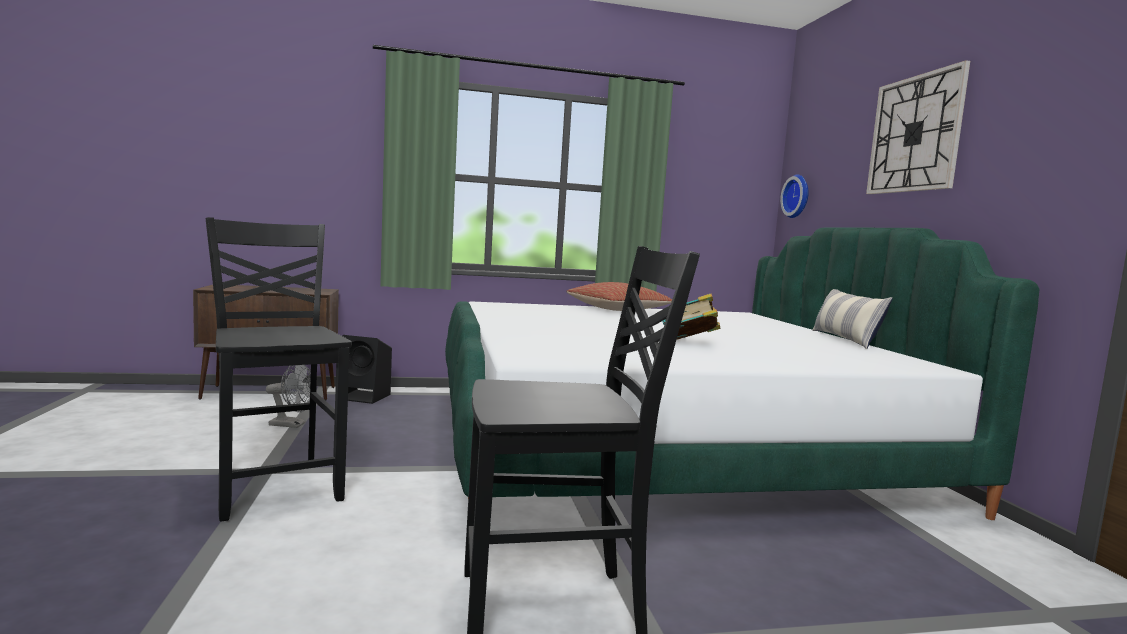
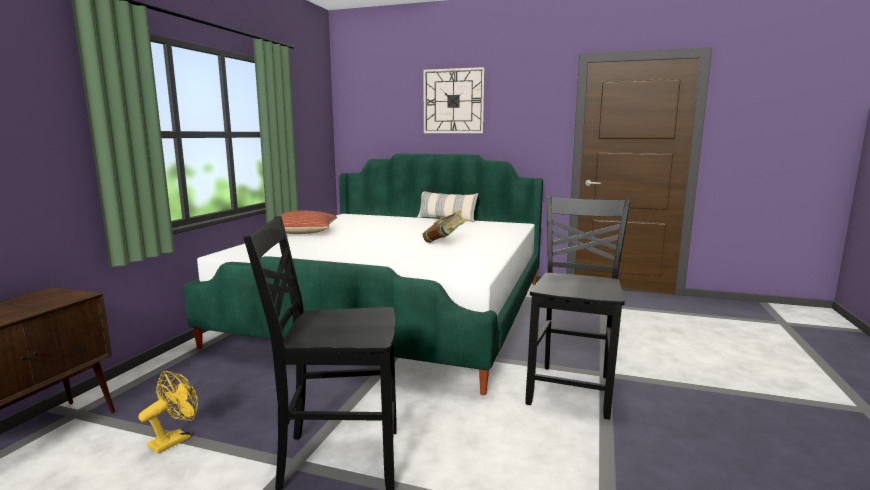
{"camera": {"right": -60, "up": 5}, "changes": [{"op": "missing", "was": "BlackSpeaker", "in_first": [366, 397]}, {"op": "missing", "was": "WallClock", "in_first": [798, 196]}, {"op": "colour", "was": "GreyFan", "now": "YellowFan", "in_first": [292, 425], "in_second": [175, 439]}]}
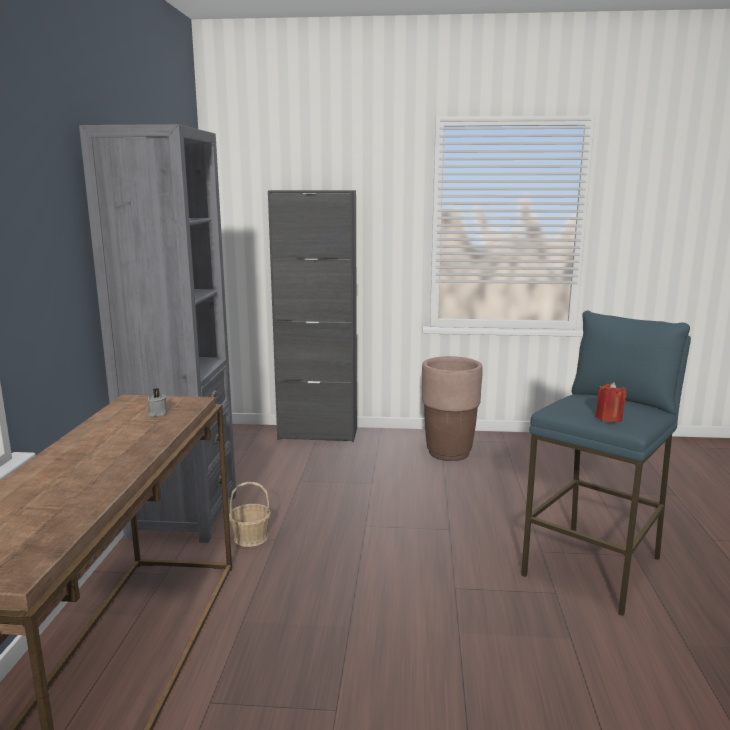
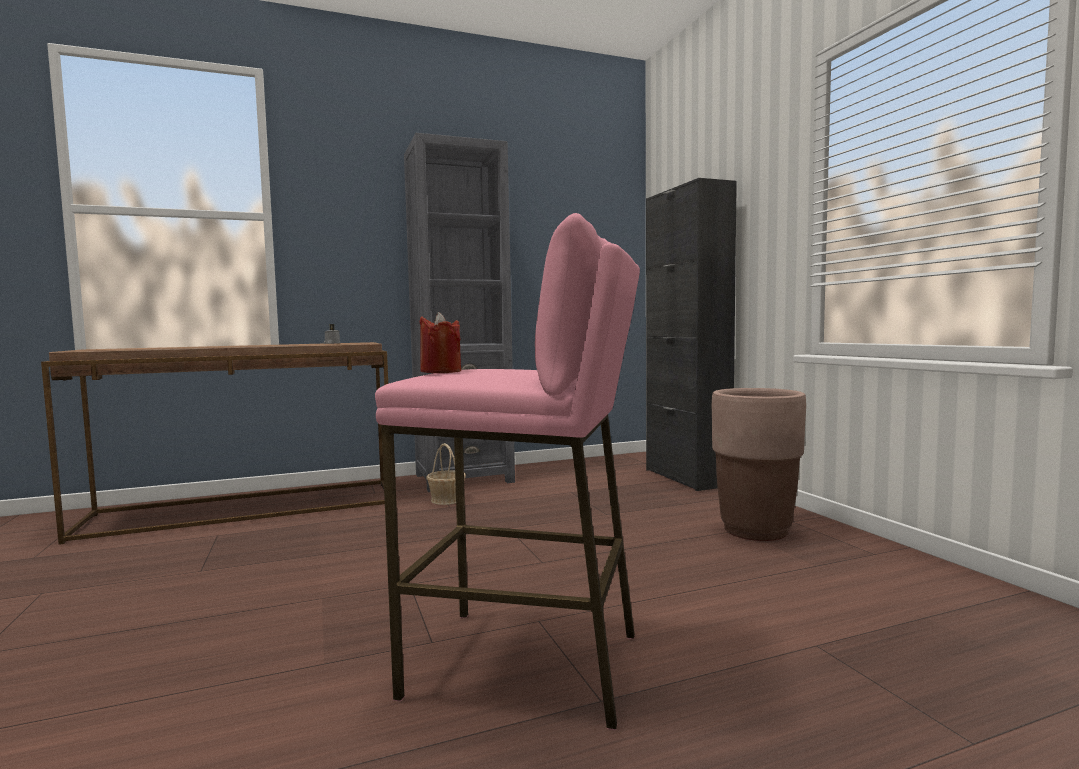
{"camera": {"right": 65, "up": -10}, "changes": [{"op": "colour", "was": "BlueStool", "now": "PinkStool", "in_first": [594, 567], "in_second": [526, 665]}]}
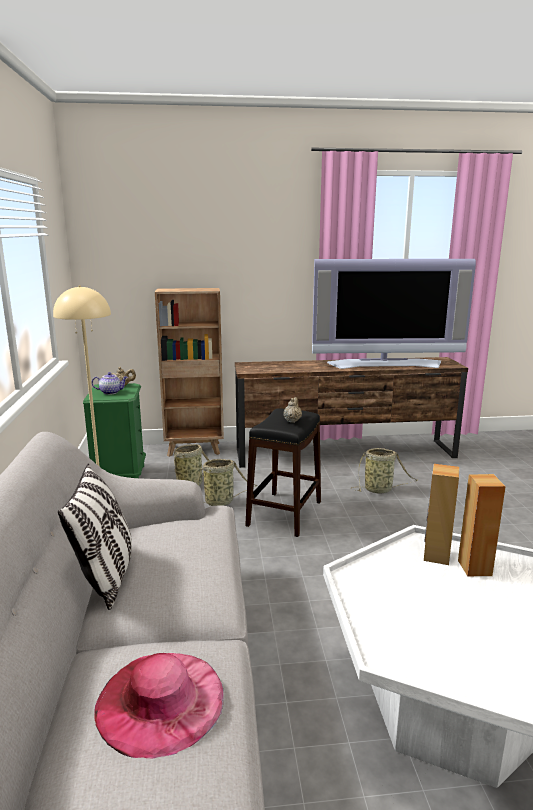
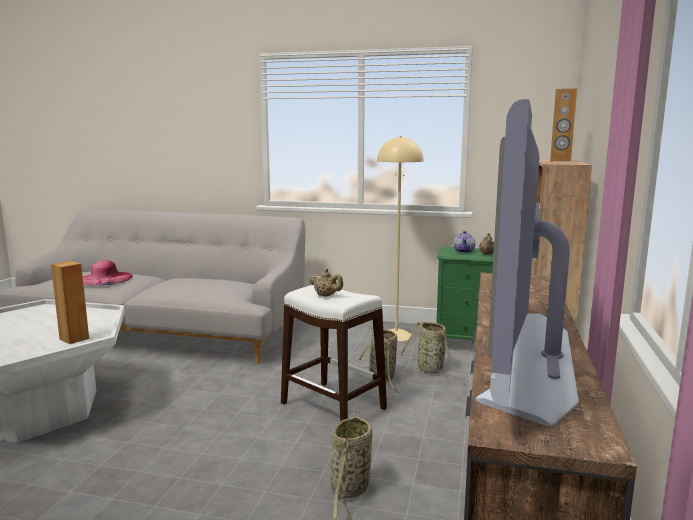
{"camera": {"right": 110, "up": -5}, "changes": [{"op": "missing", "was": "Pillow", "in_first": [106, 576]}, {"op": "relocated", "was": "BrownSpeaker", "in_first": [475, 568], "in_second": [560, 161]}, {"op": "colour", "was": "BlackStool", "now": "WhiteStool", "in_first": [284, 513], "in_second": [333, 405]}]}
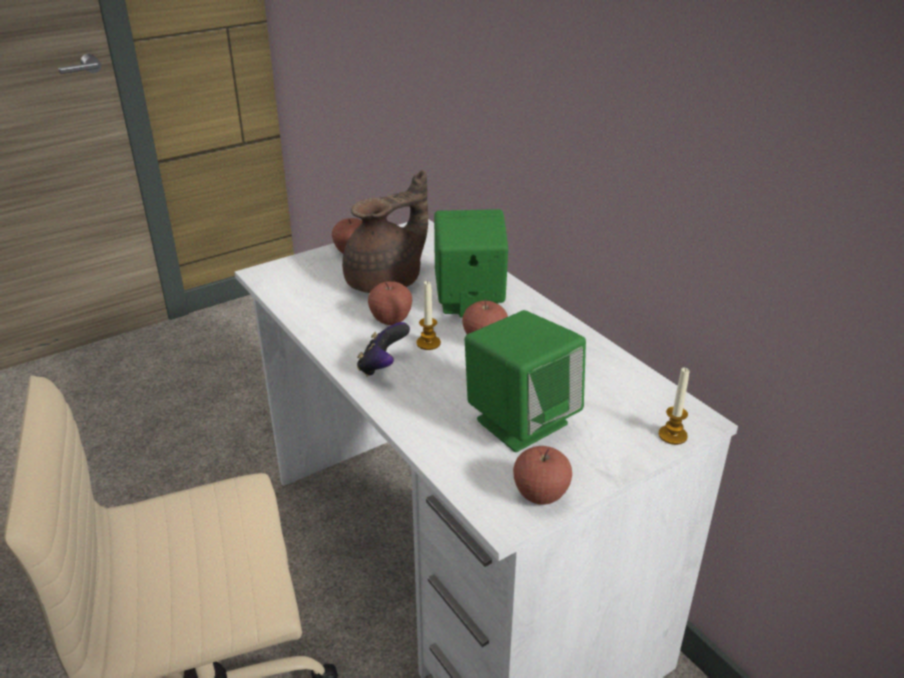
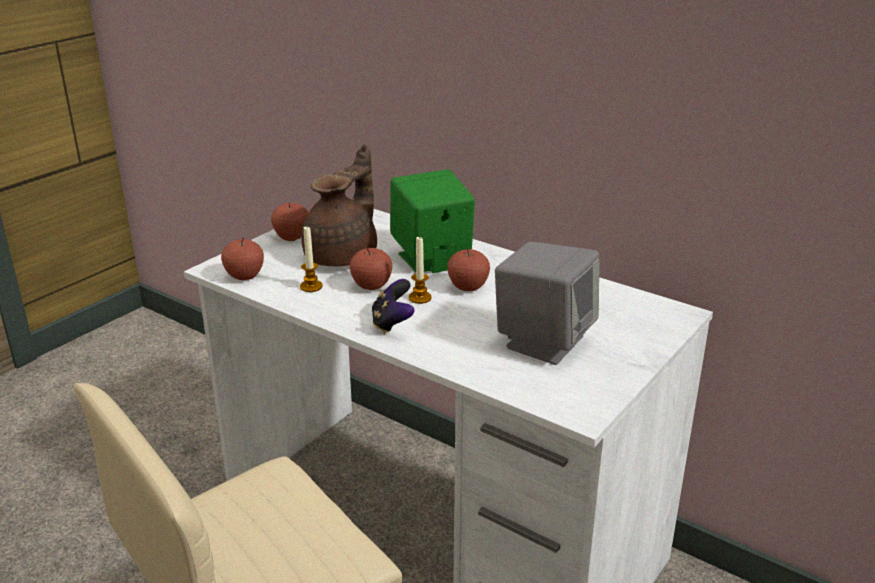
{"camera": {"right": -20, "up": -5}, "changes": [{"op": "relocated", "was": "Apple", "in_first": [540, 495], "in_second": [244, 276]}, {"op": "relocated", "was": "Candle", "in_first": [672, 435], "in_second": [311, 286]}, {"op": "colour", "was": "GreenSpeaker", "now": "GreySpeaker", "in_first": [521, 421], "in_second": [544, 341]}]}
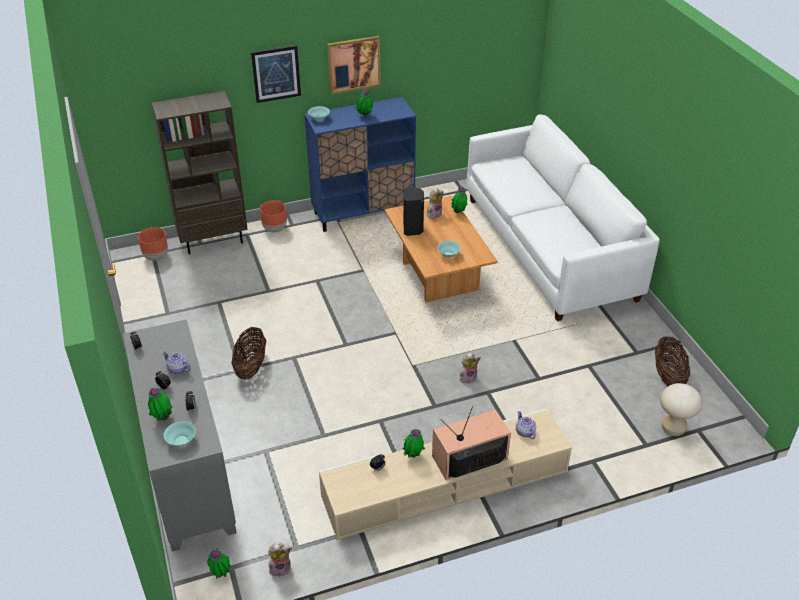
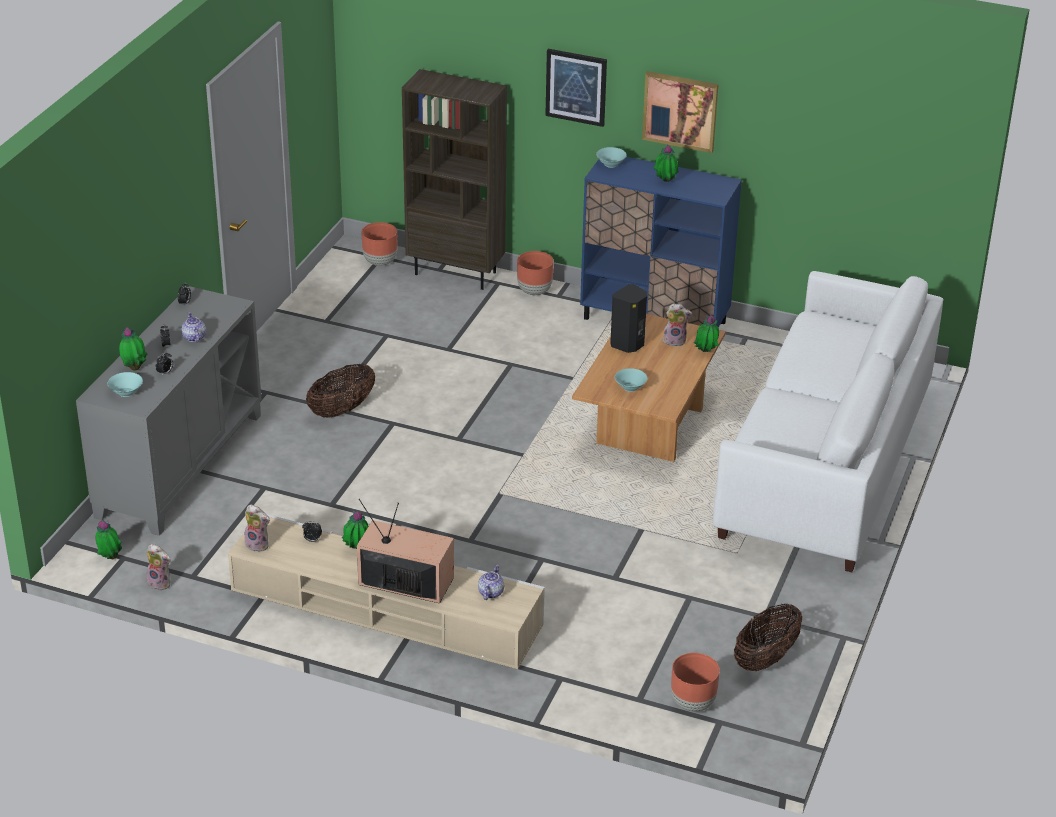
{"camera": {"right": 40, "up": -5}, "changes": [{"op": "relocated", "was": "PlushToy", "in_first": [468, 377], "in_second": [258, 544]}, {"op": "exchanged", "was": "BeigeStool", "now": "BrownPlanter", "in_first": [673, 428], "in_second": [693, 704]}]}
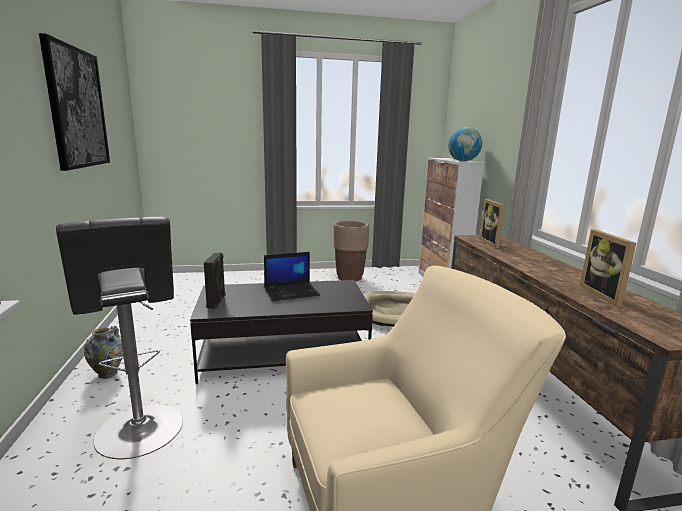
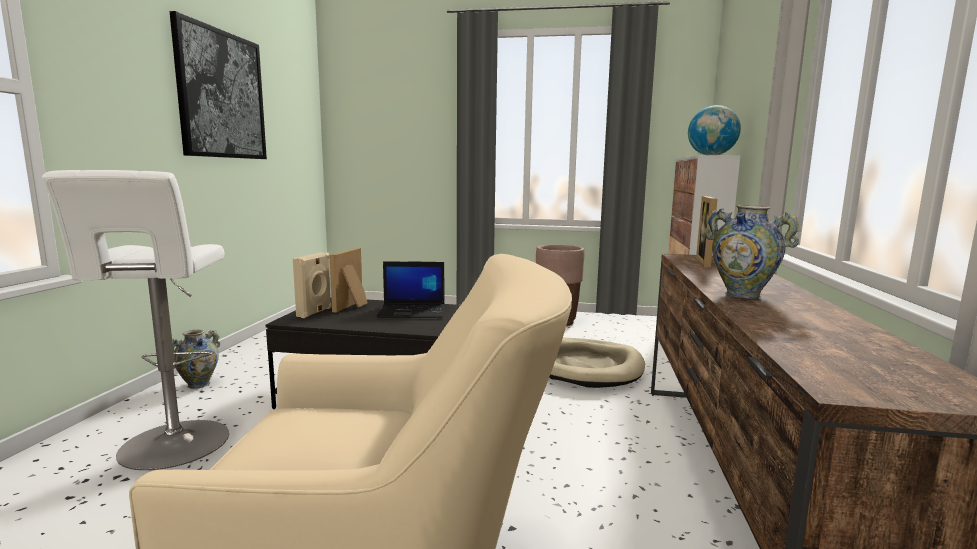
{"camera": {"right": 20, "up": -5}, "changes": [{"op": "appeared", "now": "Vase", "in_second": [742, 295]}, {"op": "relocated", "was": "PictureFrame", "in_first": [605, 295], "in_second": [353, 306]}, {"op": "colour", "was": "BlackStool", "now": "WhiteStool", "in_first": [141, 433], "in_second": [172, 447]}, {"op": "colour", "was": "BlackSpeaker", "now": "BeigeSpeaker", "in_first": [217, 302], "in_second": [315, 312]}]}
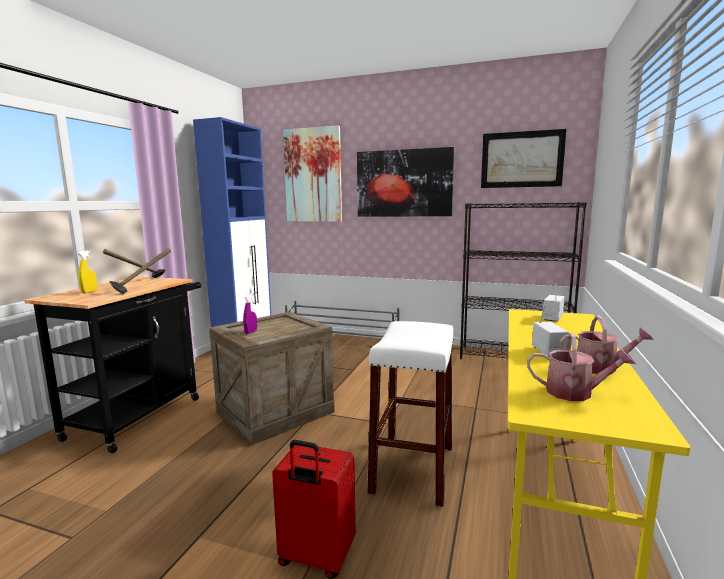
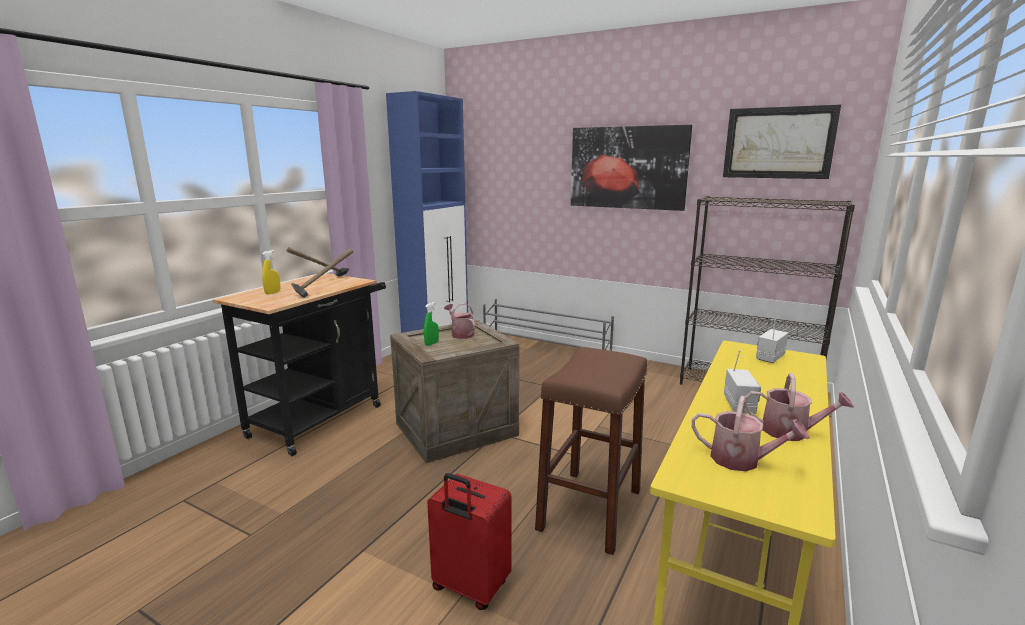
{"camera": {"right": 10, "up": 5}, "changes": [{"op": "missing", "was": "Picture", "in_first": [313, 175]}, {"op": "appeared", "now": "WateringCan", "in_second": [460, 334]}, {"op": "colour", "was": "PurpleSprayBottle", "now": "GreenSprayBottle", "in_first": [251, 332], "in_second": [431, 344]}, {"op": "colour", "was": "WhiteStool", "now": "BrownStool", "in_first": [413, 469], "in_second": [590, 509]}]}
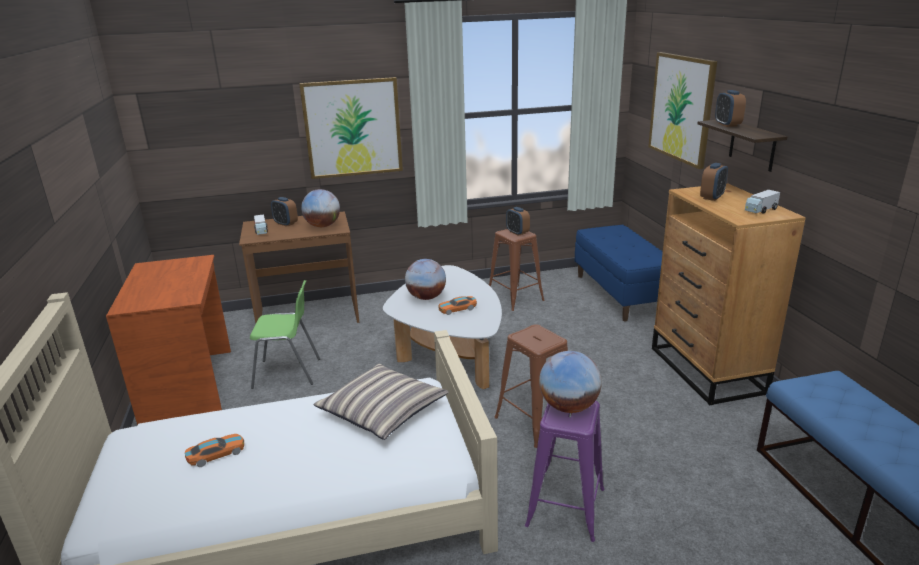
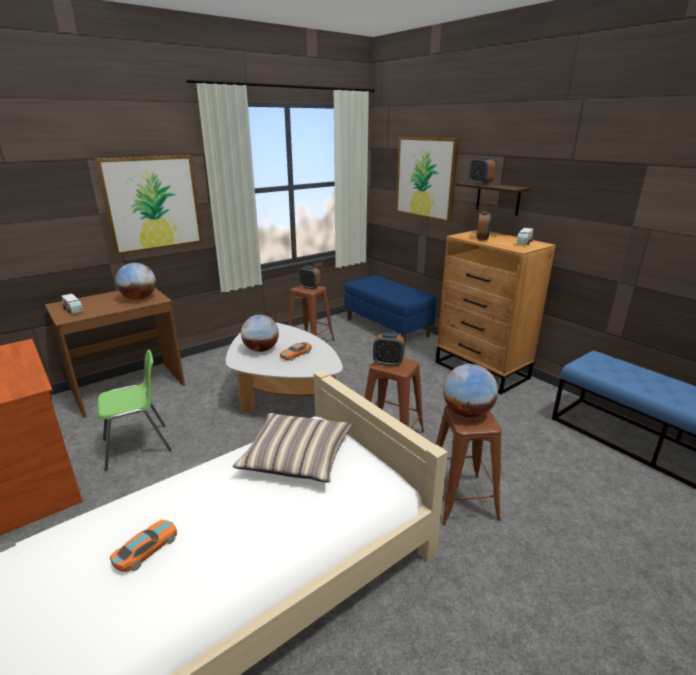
{"camera": {"right": -25, "up": 0}, "changes": [{"op": "relocated", "was": "AlarmClock", "in_first": [285, 224], "in_second": [388, 363]}, {"op": "colour", "was": "PurpleStool", "now": "BrownStool", "in_first": [566, 507], "in_second": [461, 499]}]}
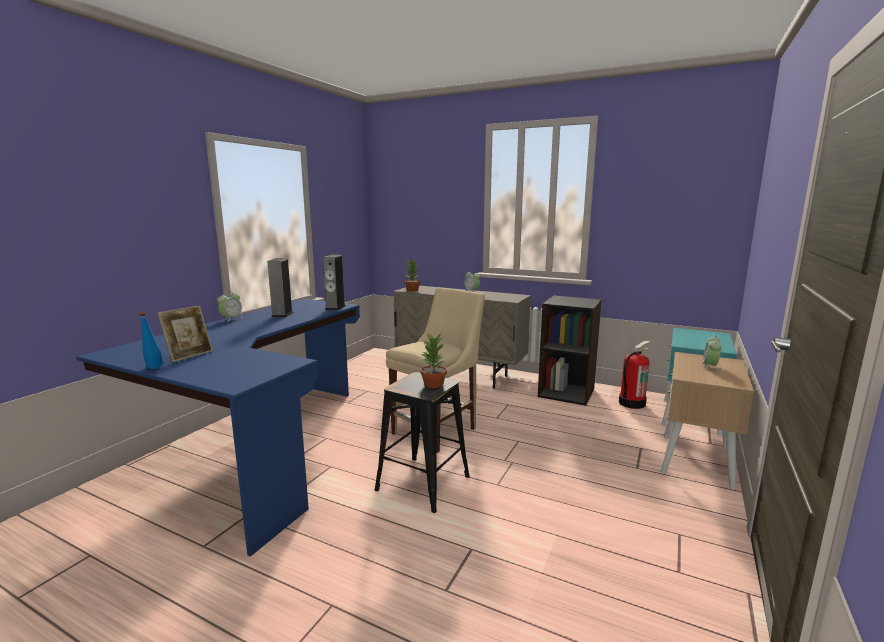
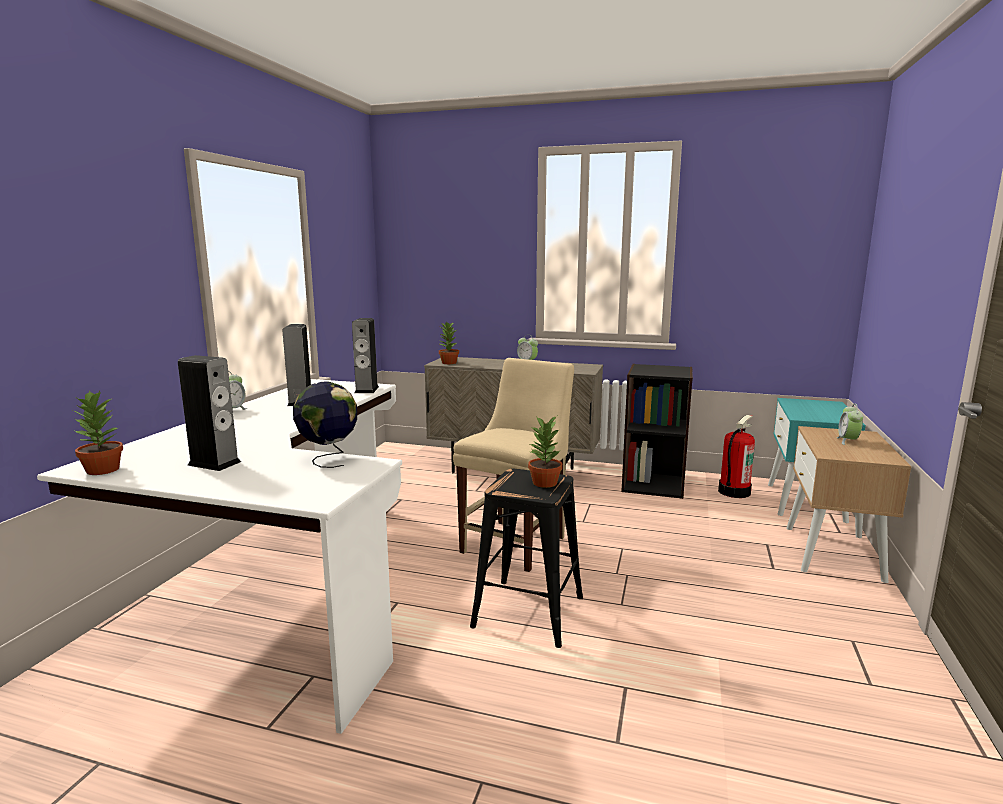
{"camera": {"right": -10, "up": 0}, "changes": [{"op": "missing", "was": "BlueBottle", "in_first": [153, 369]}, {"op": "appeared", "now": "PottedPlant", "in_second": [102, 470]}, {"op": "appeared", "now": "Globe", "in_second": [328, 459]}, {"op": "exchanged", "was": "PictureFrame", "now": "Speaker", "in_first": [189, 355], "in_second": [214, 463]}, {"op": "colour", "was": "BlueDesk", "now": "WhiteDesk", "in_first": [257, 449], "in_second": [284, 589]}]}
